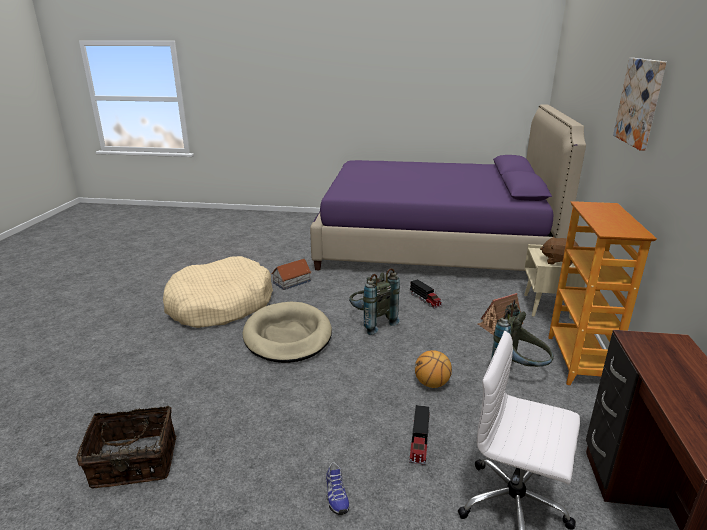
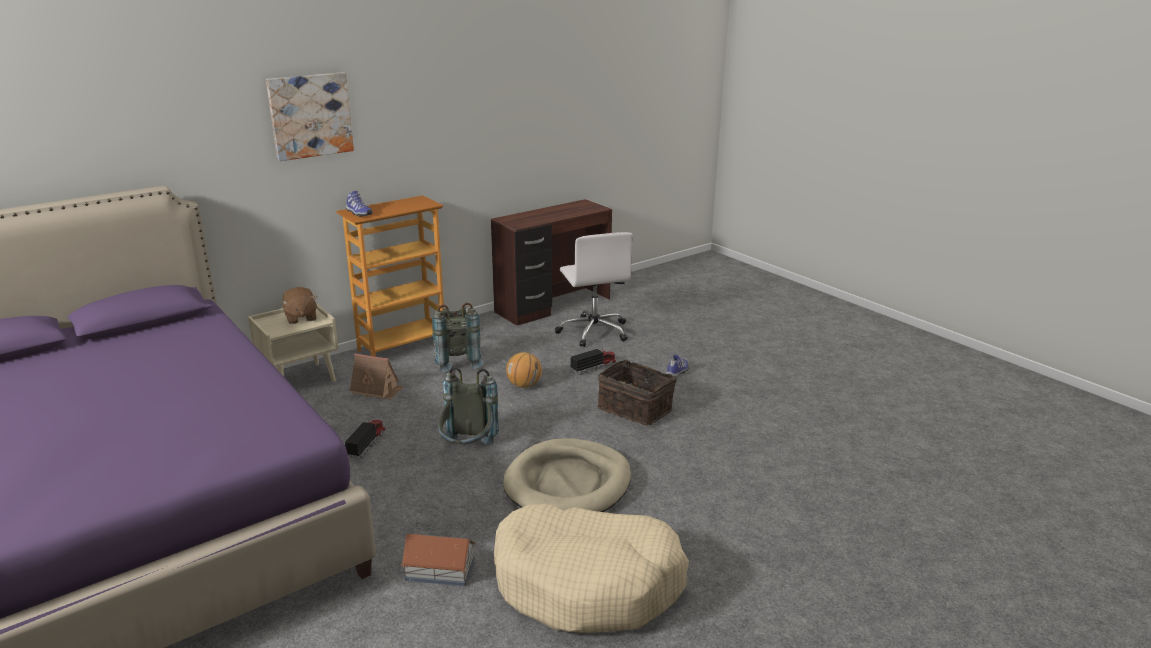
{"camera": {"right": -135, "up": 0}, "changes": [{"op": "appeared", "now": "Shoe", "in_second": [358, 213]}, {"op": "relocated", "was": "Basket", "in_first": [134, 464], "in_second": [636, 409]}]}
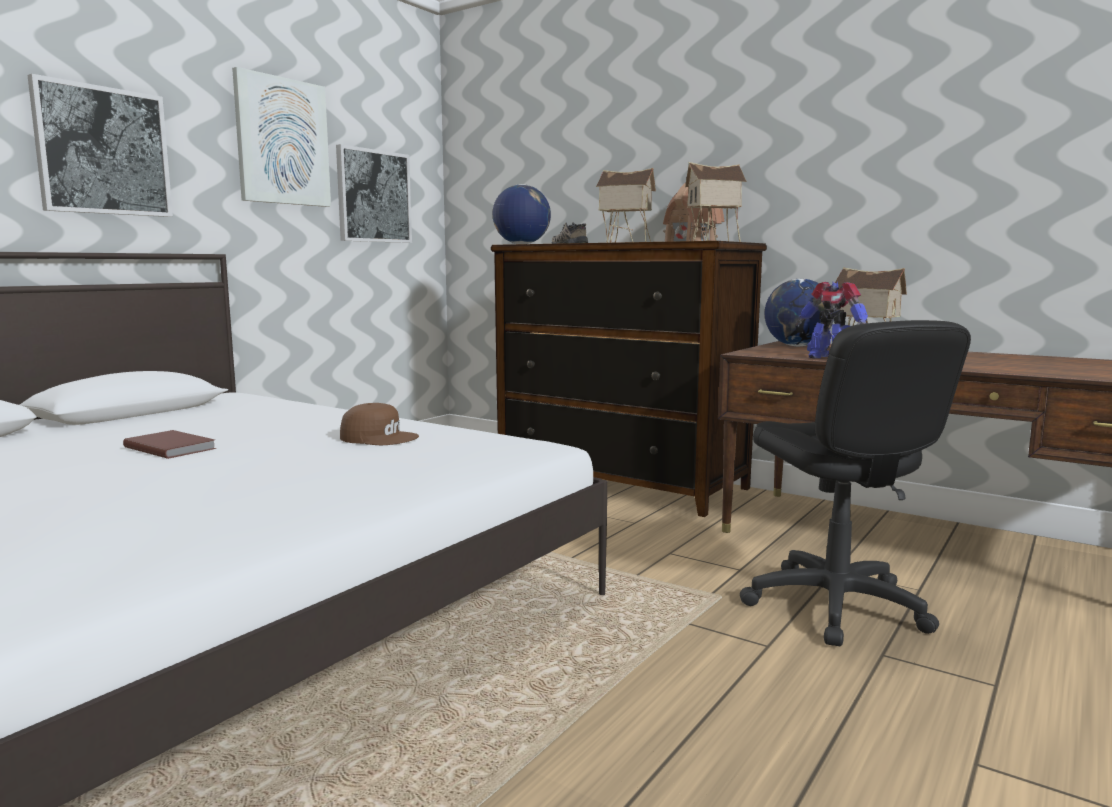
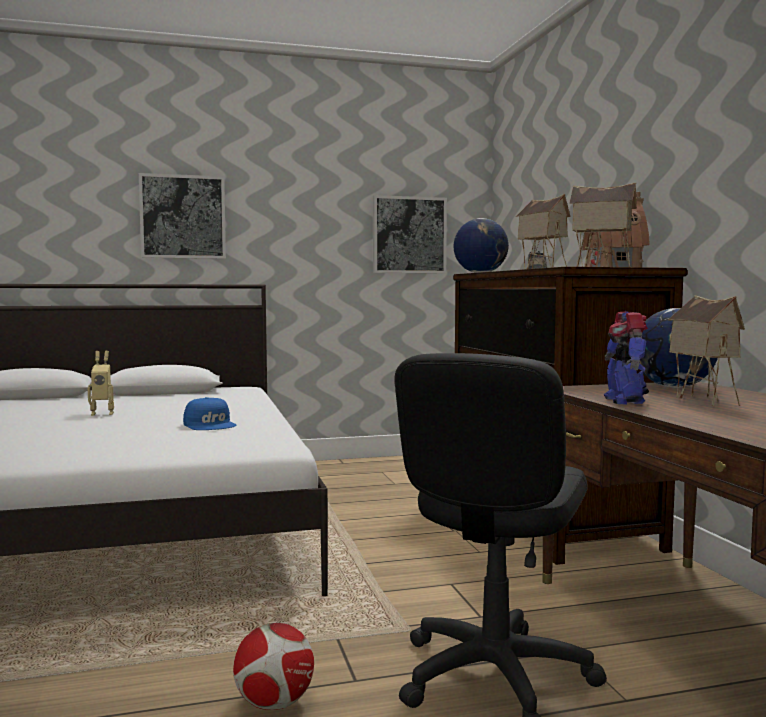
{"camera": {"right": 40, "up": -5}, "changes": [{"op": "missing", "was": "Picture", "in_first": [282, 141]}, {"op": "appeared", "now": "Football", "in_second": [274, 704]}, {"op": "exchanged", "was": "BrownBook", "now": "ToyRobot", "in_first": [171, 447], "in_second": [102, 413]}, {"op": "colour", "was": "BrownCap", "now": "BlueCap", "in_first": [379, 437], "in_second": [210, 425]}]}
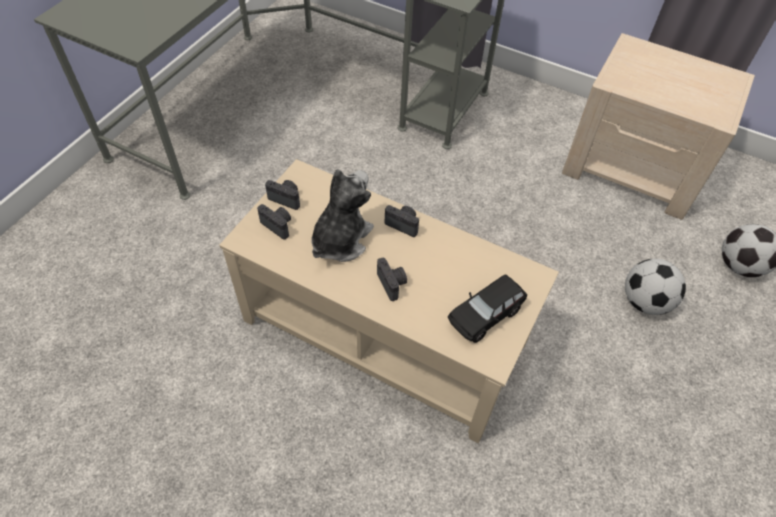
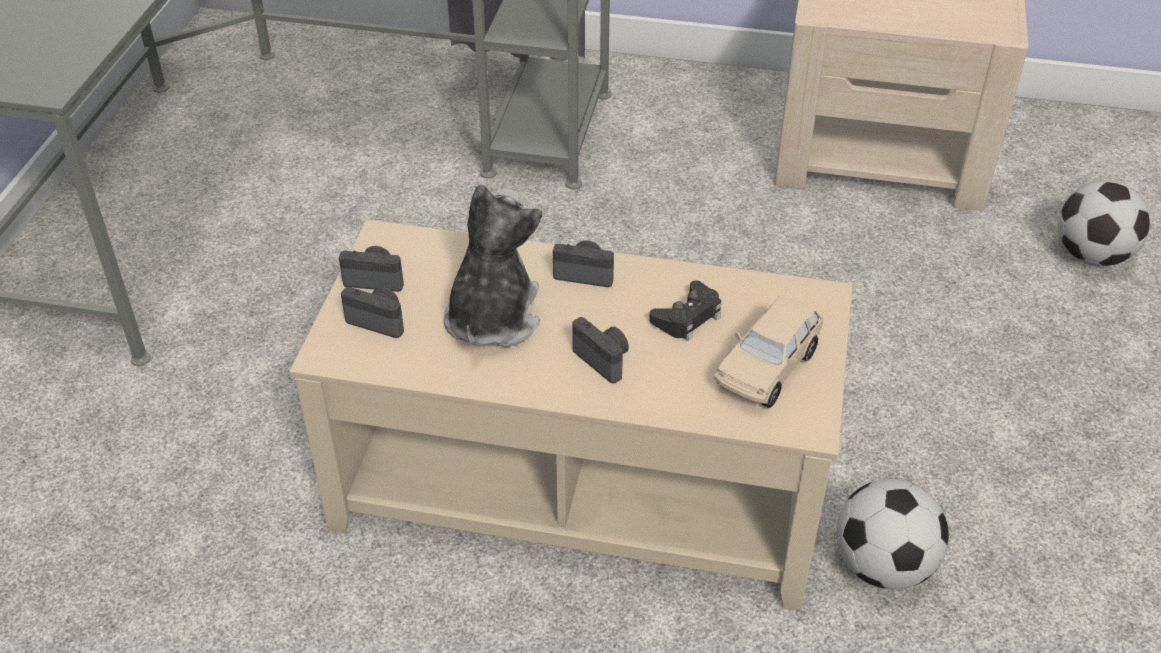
{"camera": {"right": -15, "up": -10}, "changes": [{"op": "appeared", "now": "BlackGameController", "in_second": [687, 317]}, {"op": "relocated", "was": "Football", "in_first": [645, 301], "in_second": [883, 566]}, {"op": "colour", "was": "BlackToyCar", "now": "BeigeToyCar", "in_first": [485, 315], "in_second": [768, 367]}]}
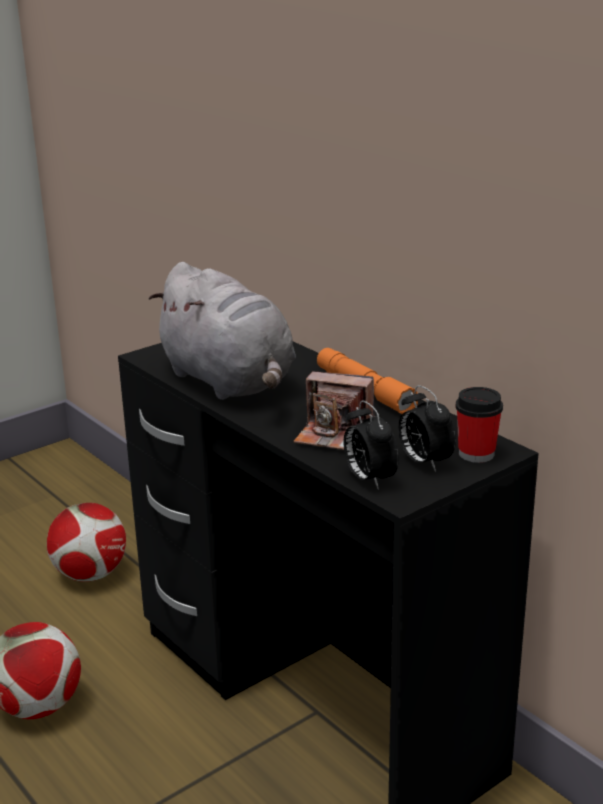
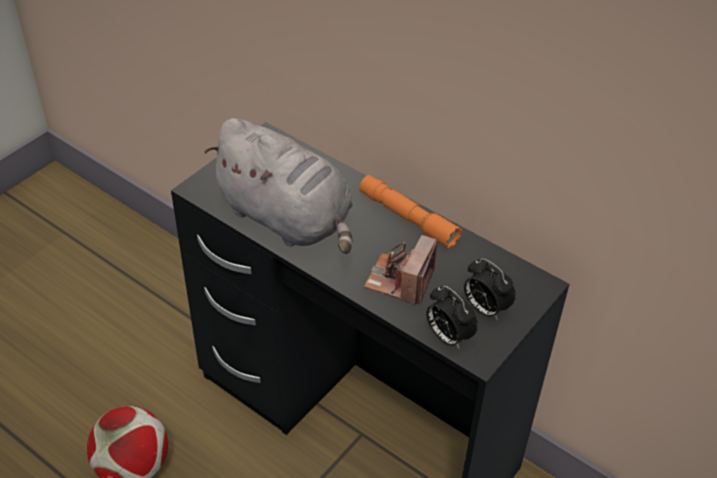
{"camera": {"right": -15, "up": 20}, "changes": [{"op": "missing", "was": "Football", "in_first": [90, 575]}, {"op": "missing", "was": "Cup", "in_first": [476, 454]}, {"op": "spun", "was": "PhotoCamera", "in_first": [334, 434], "in_second": [400, 281], "clockwise": 105}]}
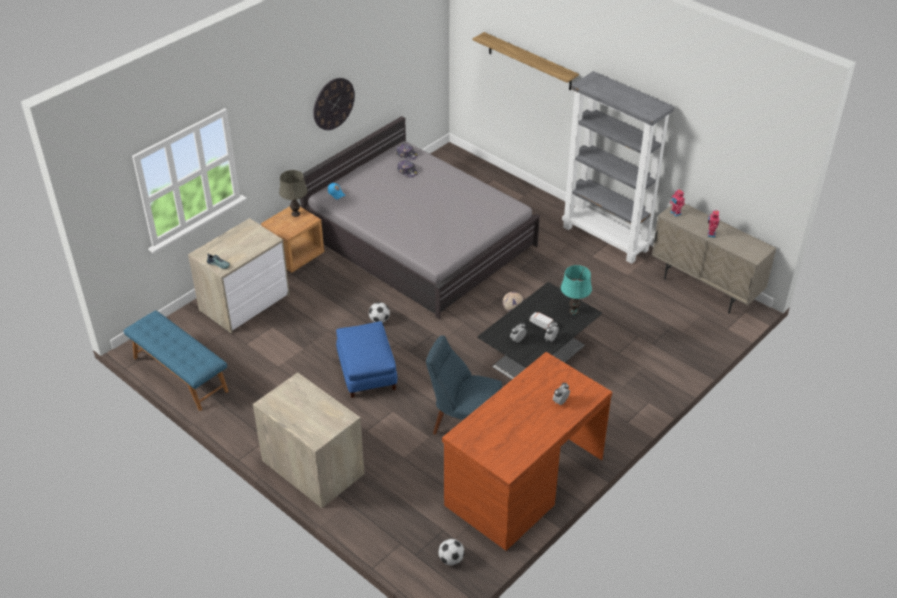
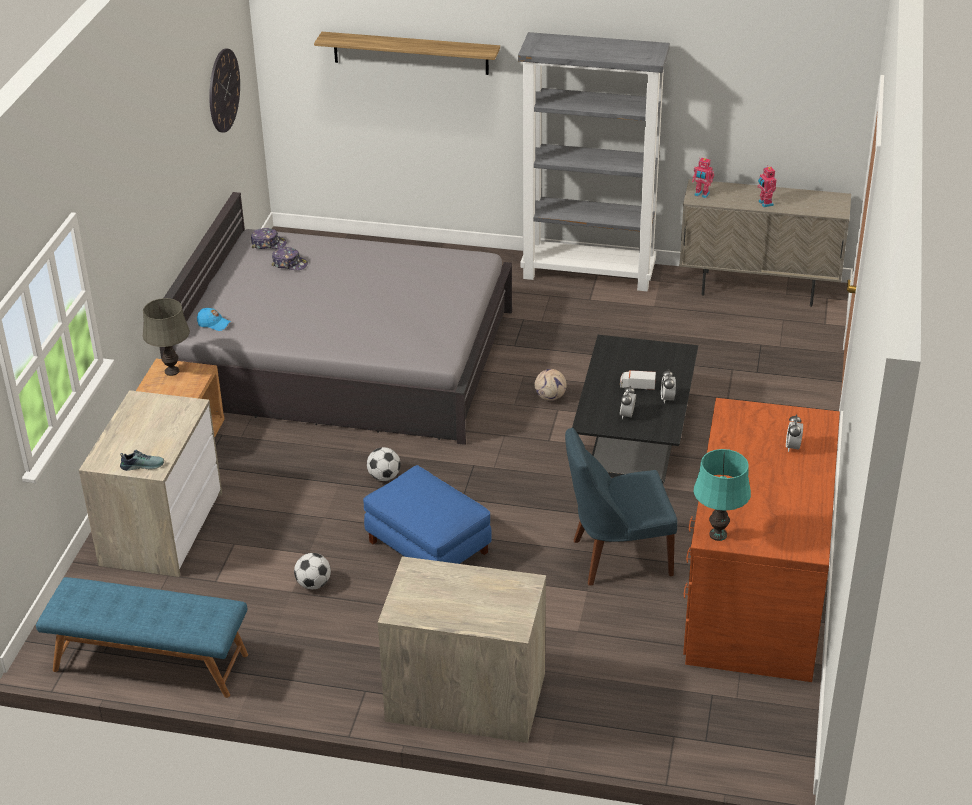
{"camera": {"right": -30, "up": -5}, "changes": [{"op": "relocated", "was": "WallClock", "in_first": [333, 103], "in_second": [223, 90]}, {"op": "relocated", "was": "Football", "in_first": [451, 559], "in_second": [313, 584]}, {"op": "relocated", "was": "TurquoiseTableLamp", "in_first": [573, 311], "in_second": [718, 535]}]}
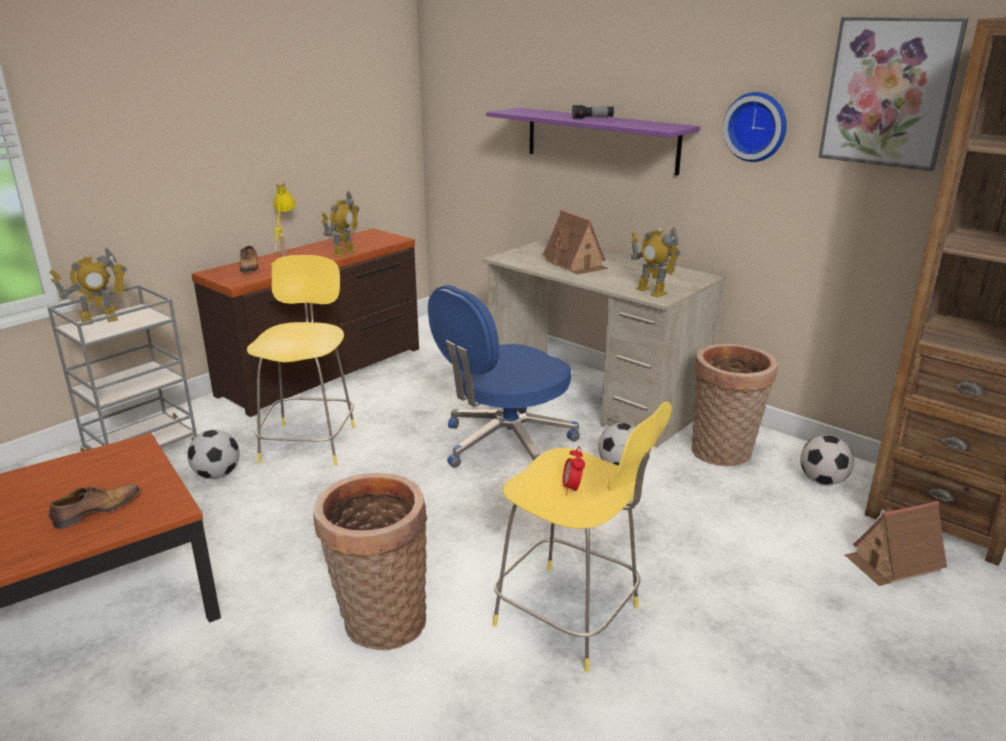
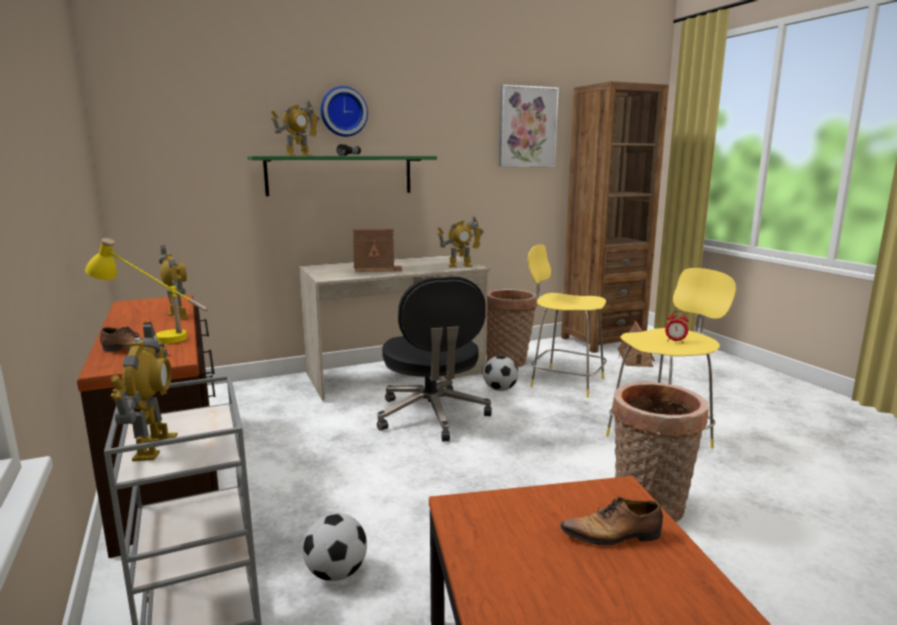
{"camera": {"right": -65, "up": -10}, "changes": [{"op": "missing", "was": "Football", "in_first": [822, 481]}, {"op": "appeared", "now": "ToyRobot", "in_second": [298, 155]}, {"op": "relocated", "was": "YellowStool", "in_first": [309, 442], "in_second": [564, 382]}, {"op": "relocated", "was": "WallClock", "in_first": [756, 126], "in_second": [343, 112]}, {"op": "colour", "was": "BlueOfficeChair", "now": "BlackOfficeChair", "in_first": [505, 444], "in_second": [432, 416]}, {"op": "colour", "was": "PurpleShelf", "now": "GreenShelf", "in_first": [600, 140], "in_second": [340, 175]}, {"op": "spun", "was": "Shoe", "in_first": [95, 511], "in_second": [613, 536], "clockwise": -75}]}
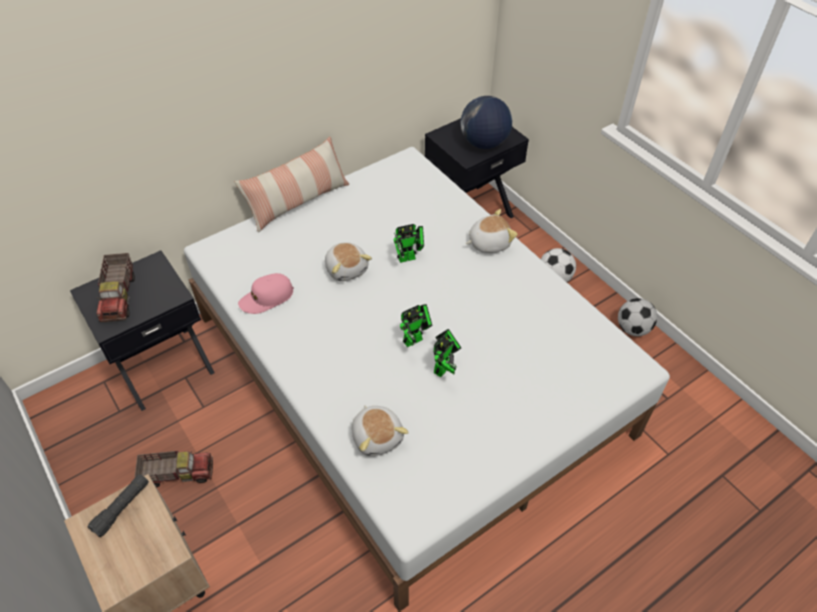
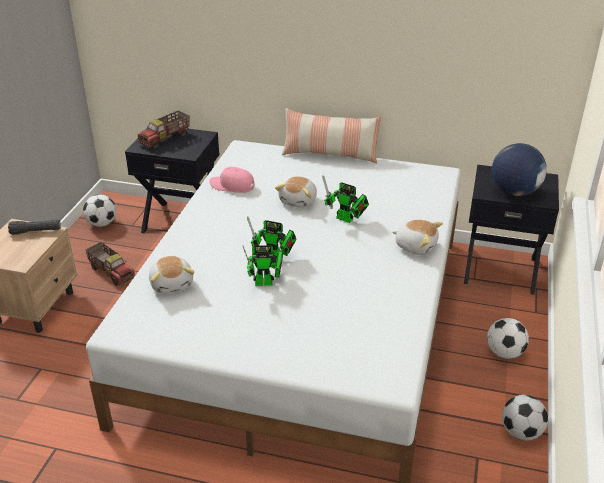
{"camera": {"right": 50, "up": -15}, "changes": [{"op": "appeared", "now": "Football", "in_second": [102, 223]}, {"op": "spun", "was": "PlushToy", "in_first": [378, 436], "in_second": [172, 283], "clockwise": -45}]}
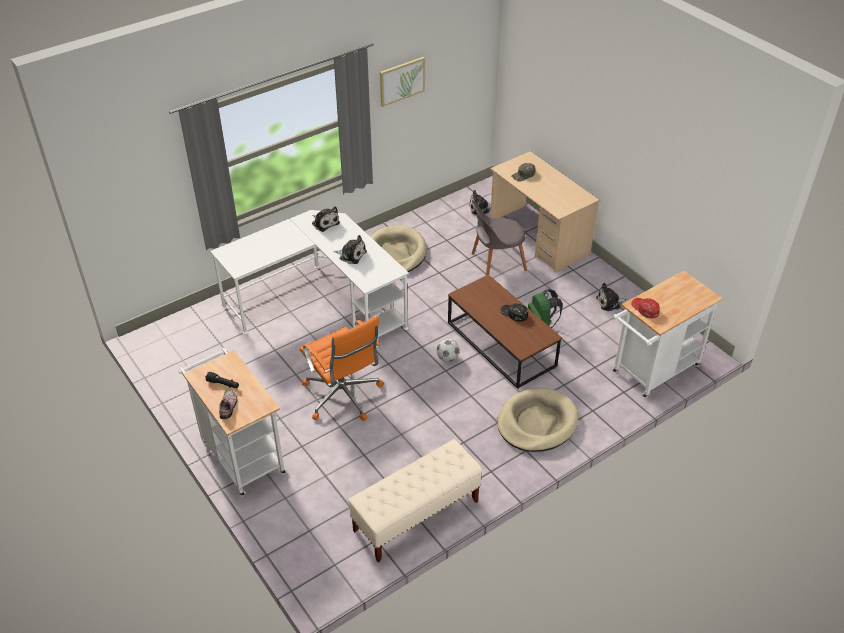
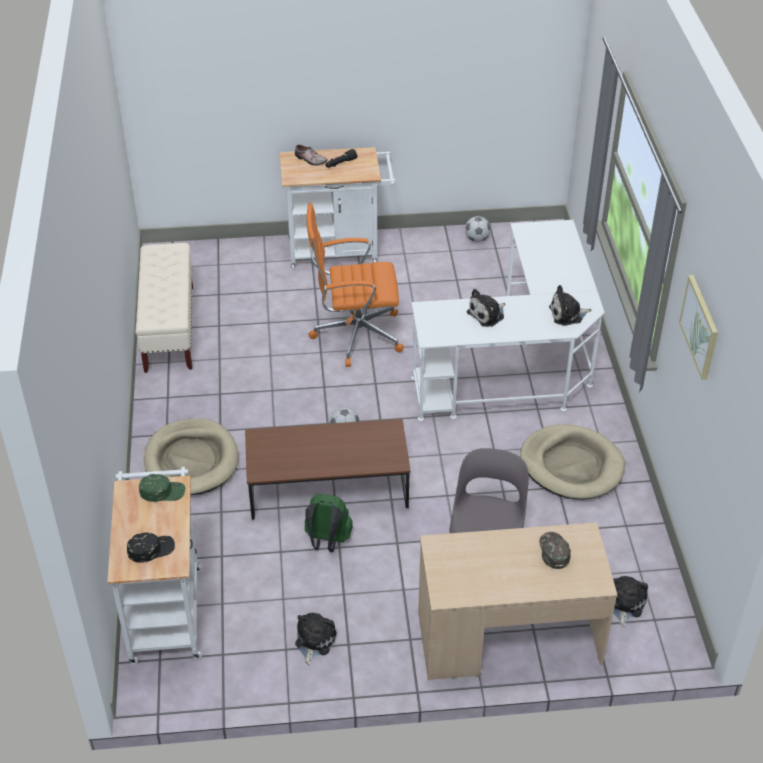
{"camera": {"right": 120, "up": 0}, "changes": [{"op": "appeared", "now": "Football", "in_second": [477, 239]}, {"op": "relocated", "was": "BlackCap", "in_first": [514, 313], "in_second": [151, 549]}, {"op": "colour", "was": "RedCap", "now": "GreenCap", "in_first": [645, 309], "in_second": [162, 491]}]}
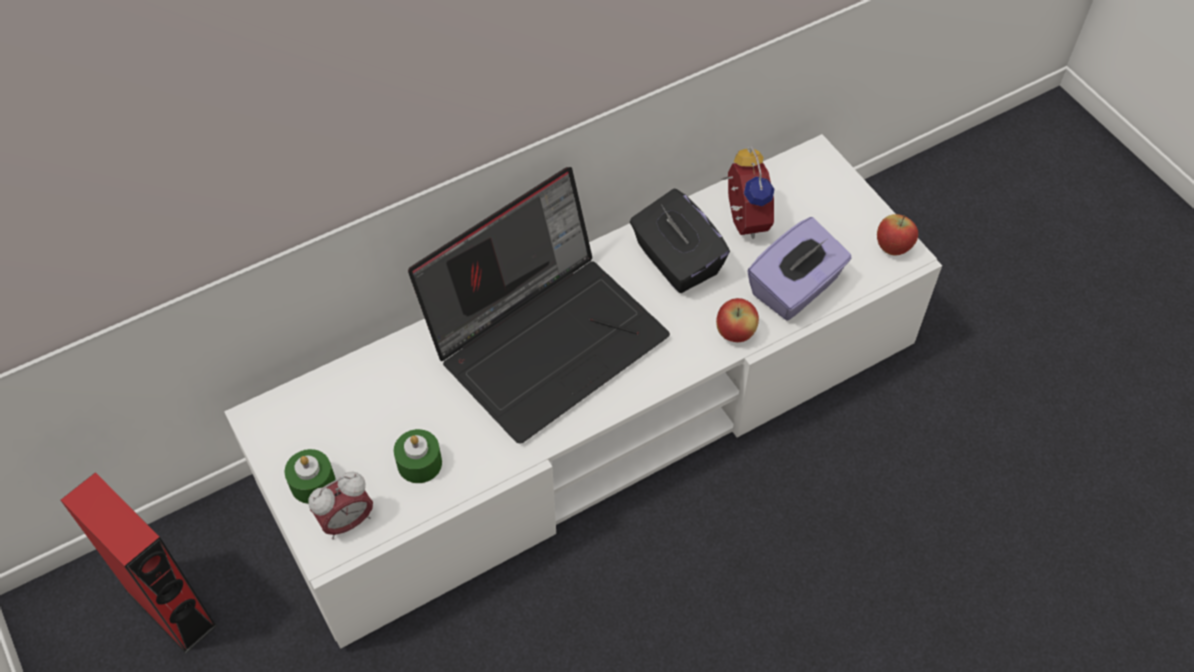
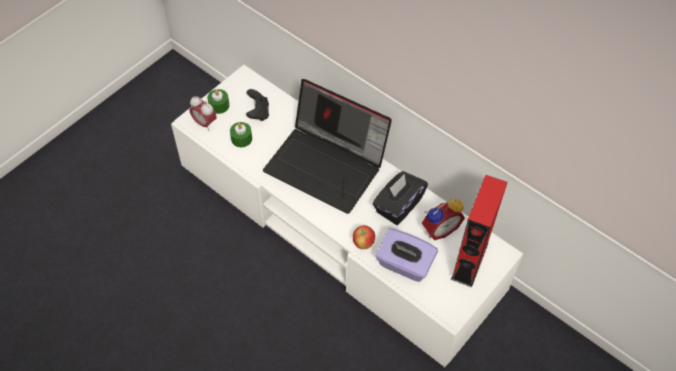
{"camera": {"right": 70, "up": 0}, "changes": [{"op": "missing", "was": "Apple", "in_first": [892, 248]}, {"op": "appeared", "now": "BlackGameController", "in_second": [258, 113]}, {"op": "relocated", "was": "RedSpeaker", "in_first": [171, 608], "in_second": [469, 261]}]}
